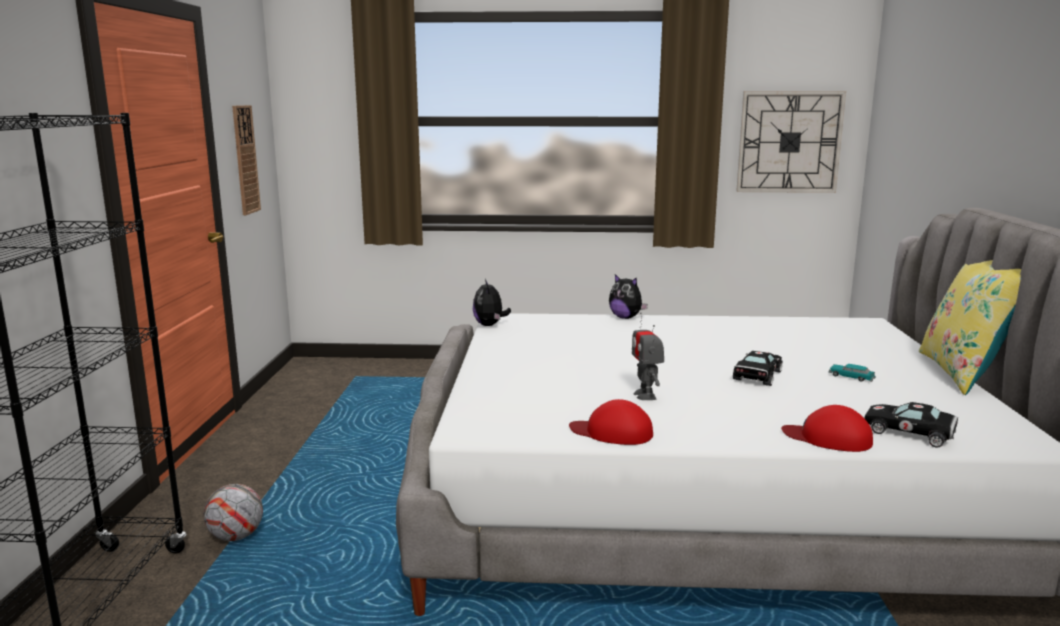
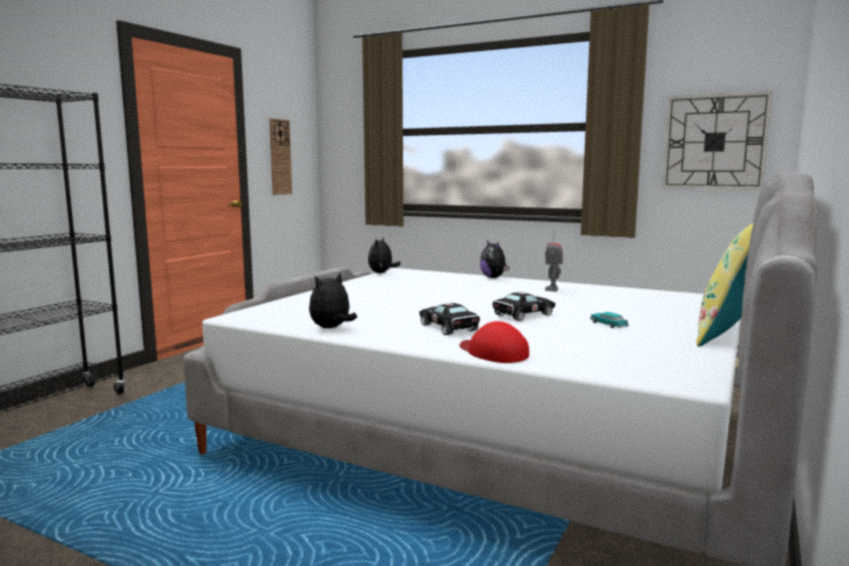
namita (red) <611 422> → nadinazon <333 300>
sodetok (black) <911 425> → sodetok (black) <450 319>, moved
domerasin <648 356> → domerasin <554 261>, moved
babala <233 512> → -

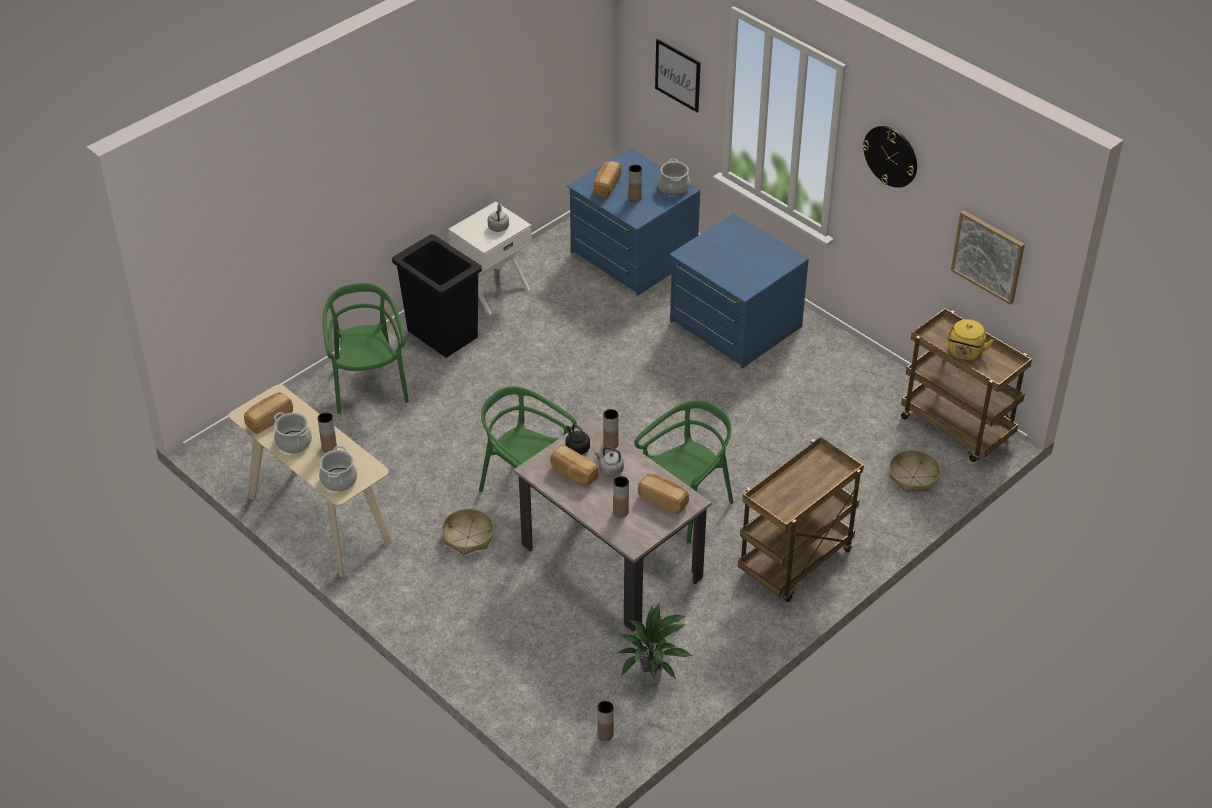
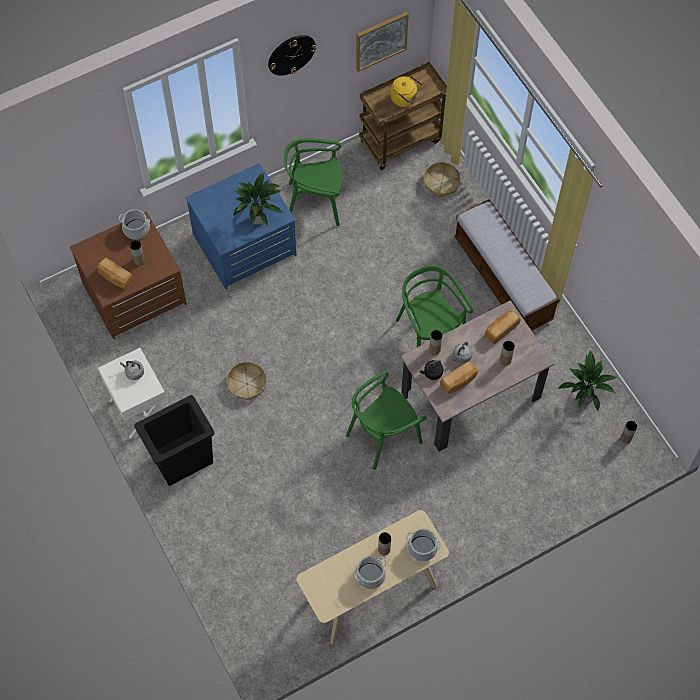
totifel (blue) <634 222> → totifel (brown) <128 276>
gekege <467 531> → gekege <247 381>, moved
- → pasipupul <257 199>
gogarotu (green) <366 348> → gogarotu (green) <313 182>, moved
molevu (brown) <801 519> → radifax <507 265>
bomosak <268 413> → -
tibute <678 75> → -

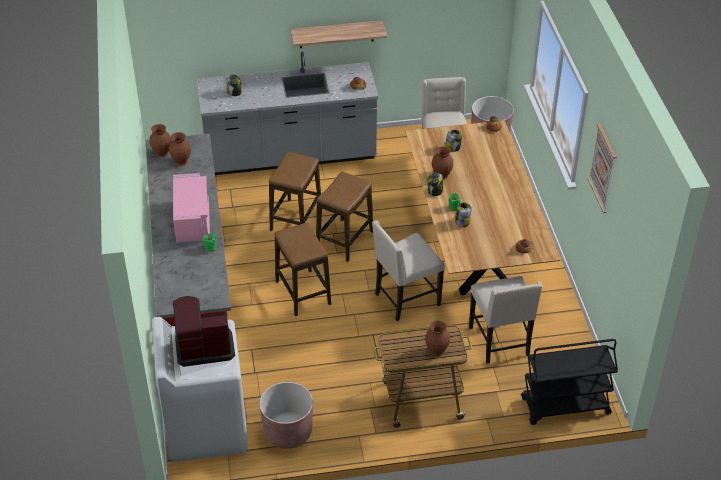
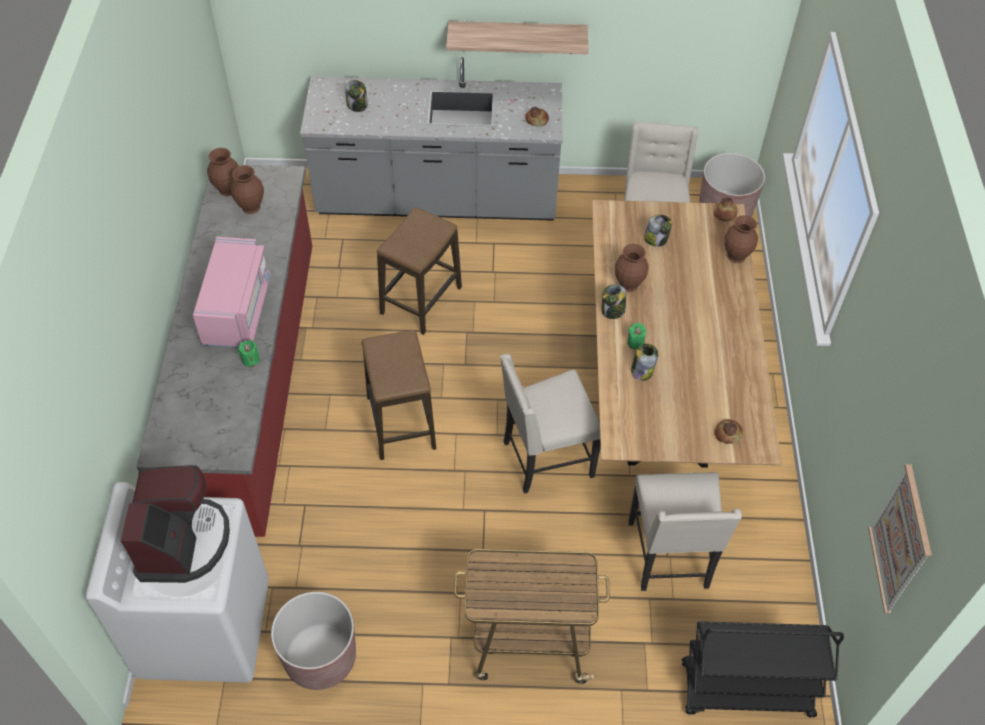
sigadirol <204 331> → sigadirol <175 524>, 90 degrees clockwise
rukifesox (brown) <437 338> → rukifesox (brown) <741 239>, moved
tibute <602 168> → tibute <900 539>, moved
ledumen <344 216> → -

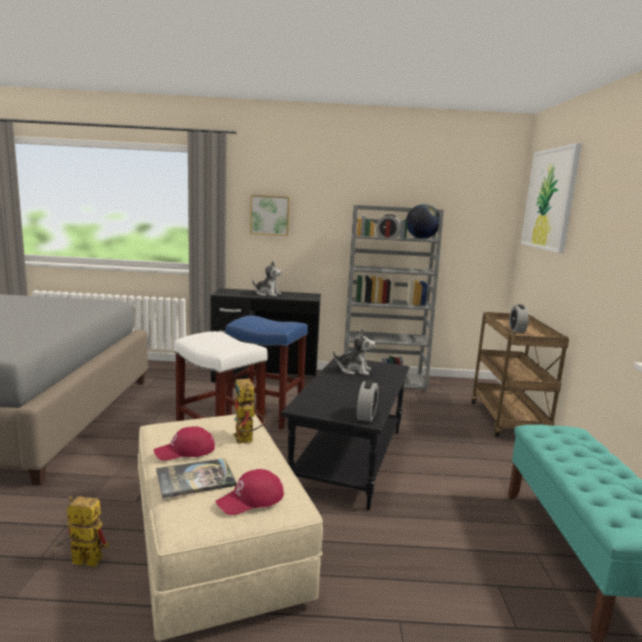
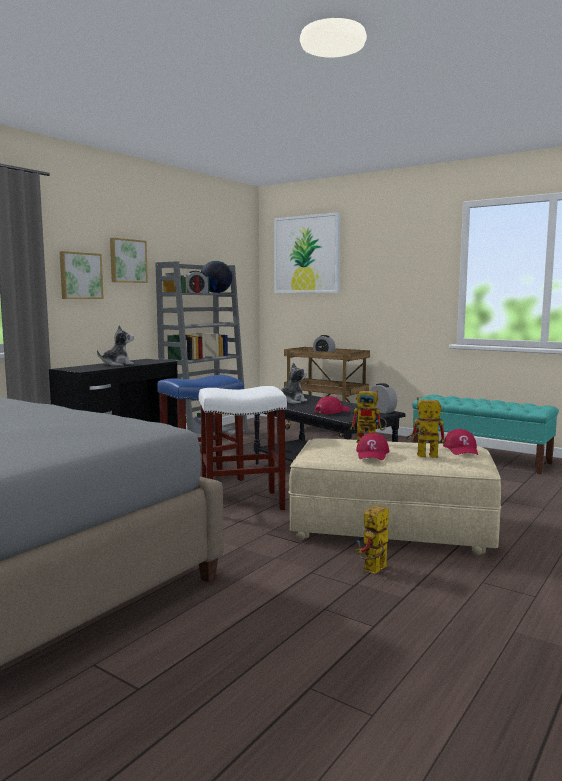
- → tibute <129 260>
- → namita (red) <332 405>
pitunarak <196 478> → domerasin <426 427>

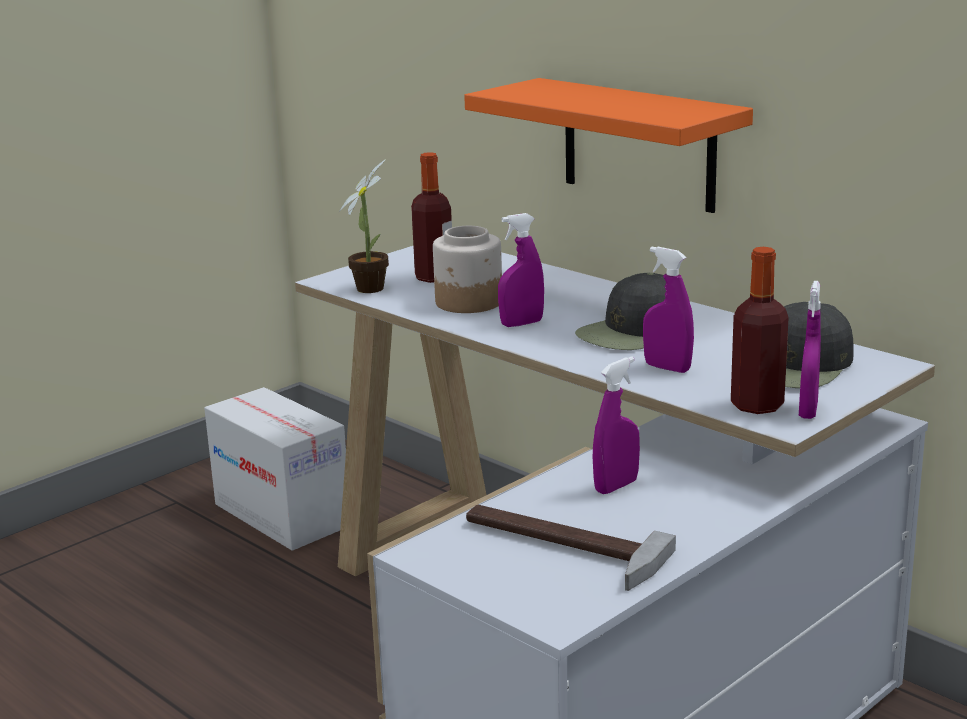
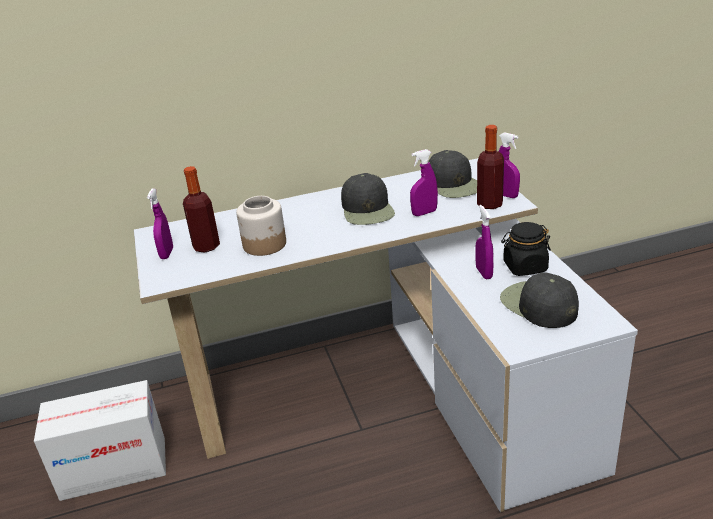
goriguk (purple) <521 270> → goriguk (purple) <160 223>, moved
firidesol <571 548> → namita (black) <539 300>
- → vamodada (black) <526 249>
pasipupul <364 226> → -
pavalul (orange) <608 145> → -

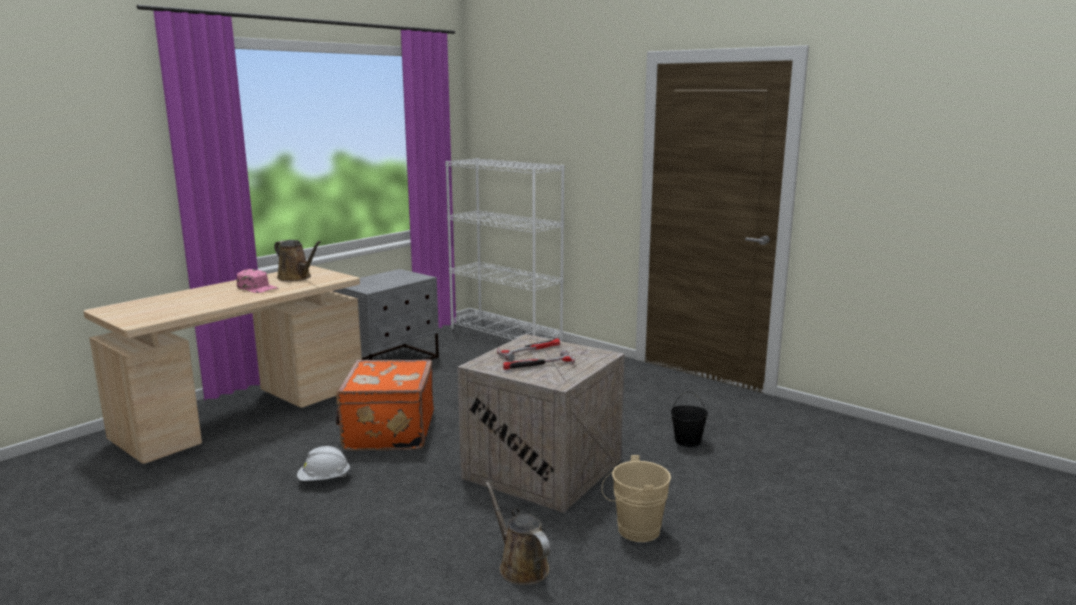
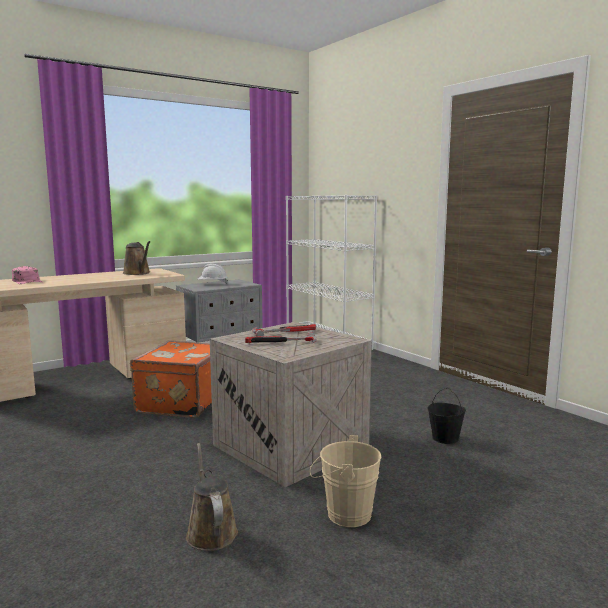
namita (pink) <257 281> → namita (pink) <27 275>, moved
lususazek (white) <324 463> → lususazek (white) <213 274>, moved

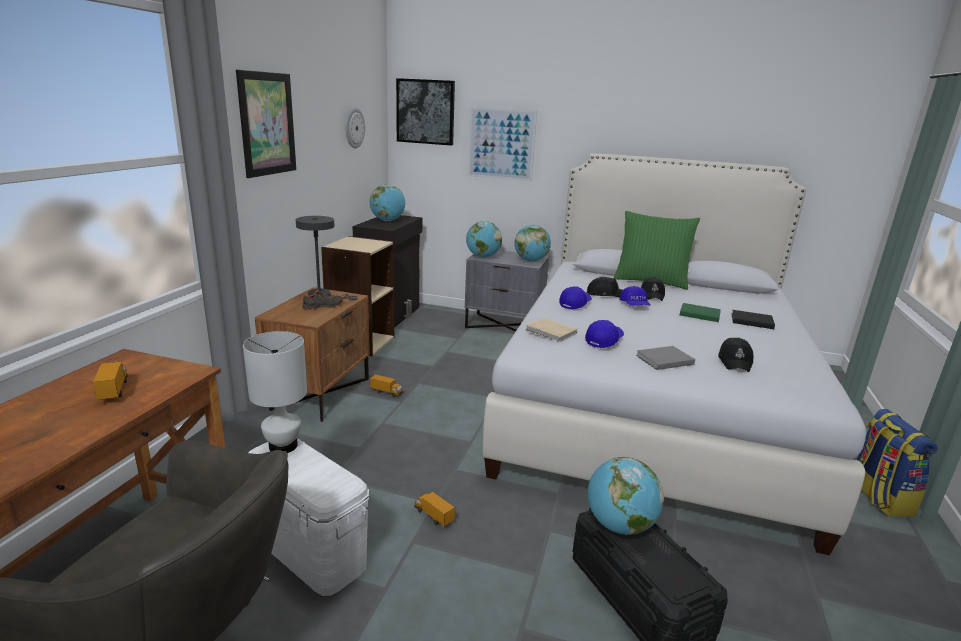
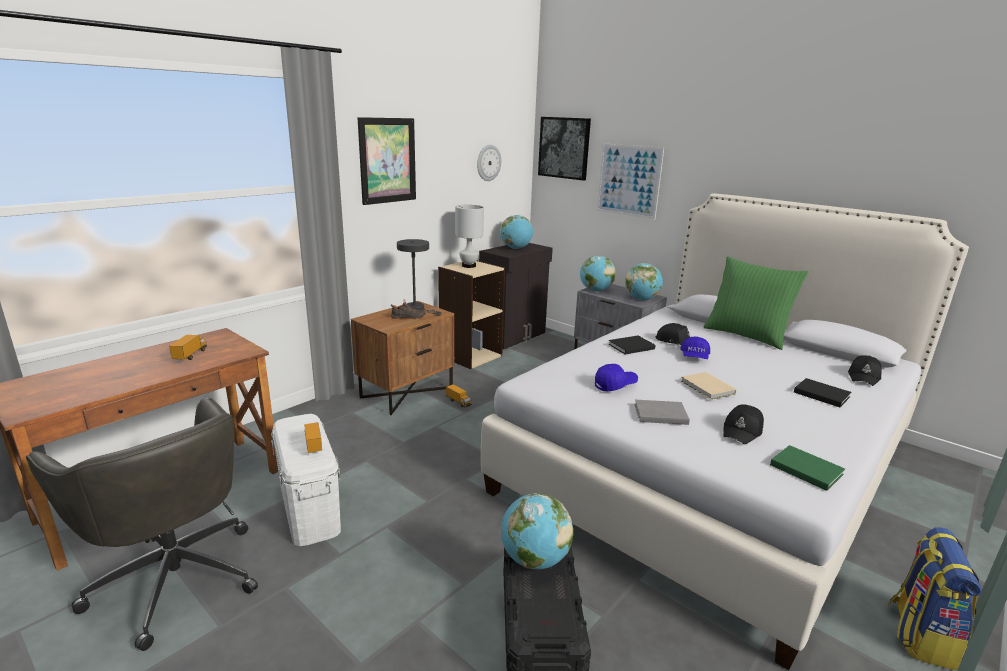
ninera <434 509> → ninera <313 437>, moved
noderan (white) <275 392> → noderan (white) <469 236>, moved
namita (blue) <575 298> → pitunarak (black) <631 345>
pitunarak (beige) <551 330> → pitunarak (beige) <709 386>, moved
pitunarak (green) <700 312> → pitunarak (green) <807 468>, moved
namita (black) <653 289> → namita (black) <865 370>, moved

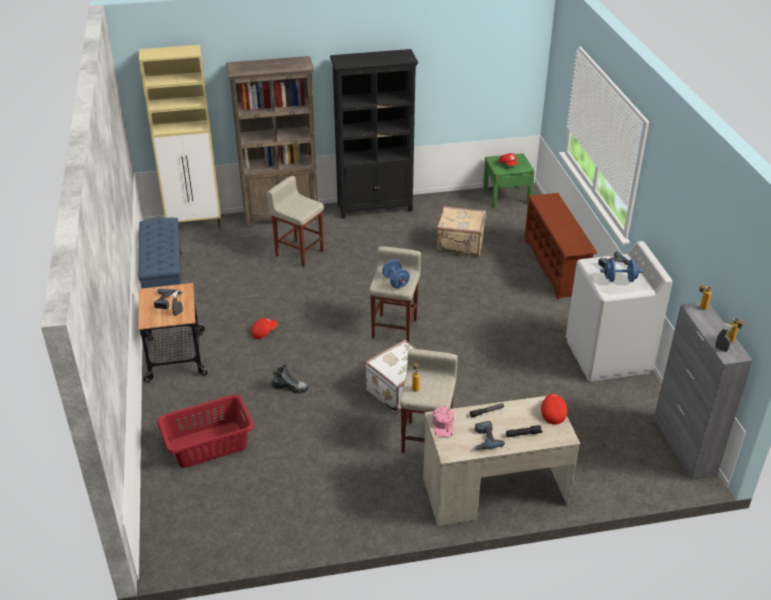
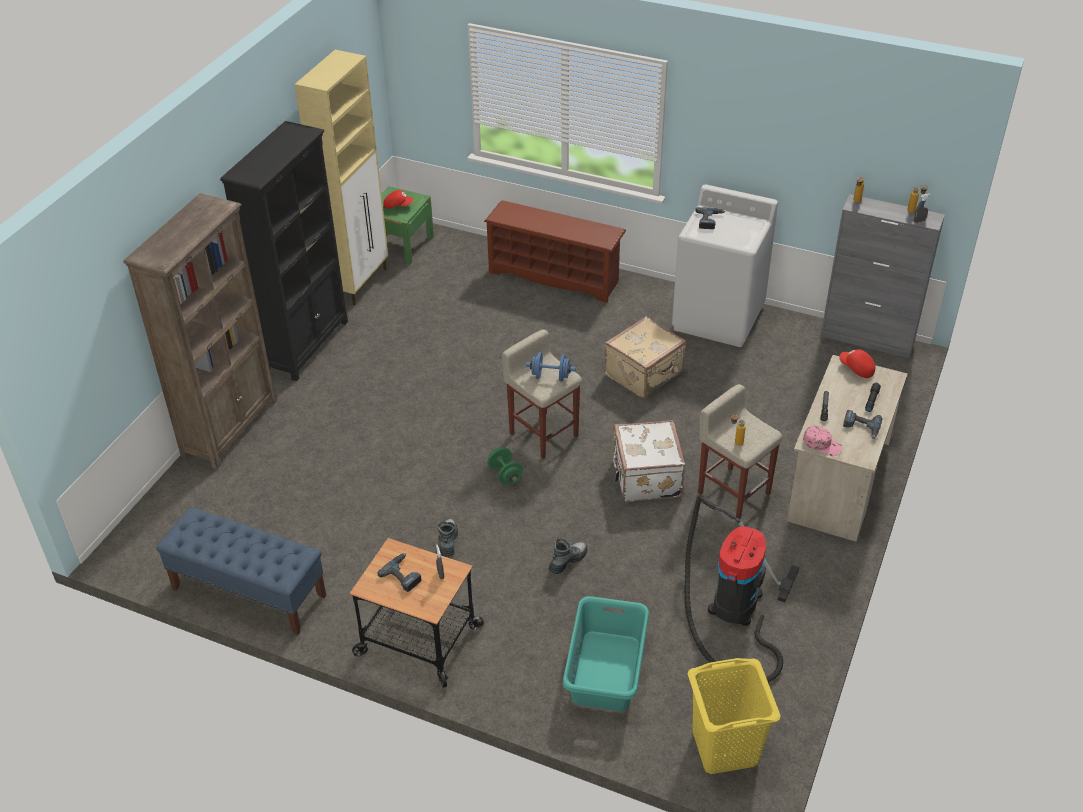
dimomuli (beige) <180 136> → dimomuli (beige) <341 177>, moved
namita (red) <264 328> → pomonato <448 537>
- → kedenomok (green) <505 465>
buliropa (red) <205 431> → buliropa (turquoise) <606 653>
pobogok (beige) <461 231> → pobogok (beige) <645 357>, moved
- → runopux <741 589>
- → buliropa (yellow) <734 716>
ledumen (beige) <295 221> → -
kedenomok (blue) <621 271> → -

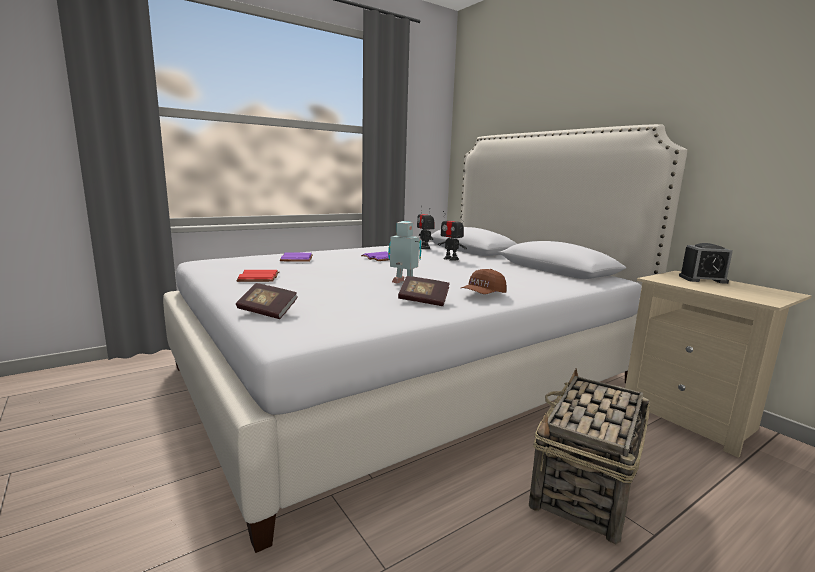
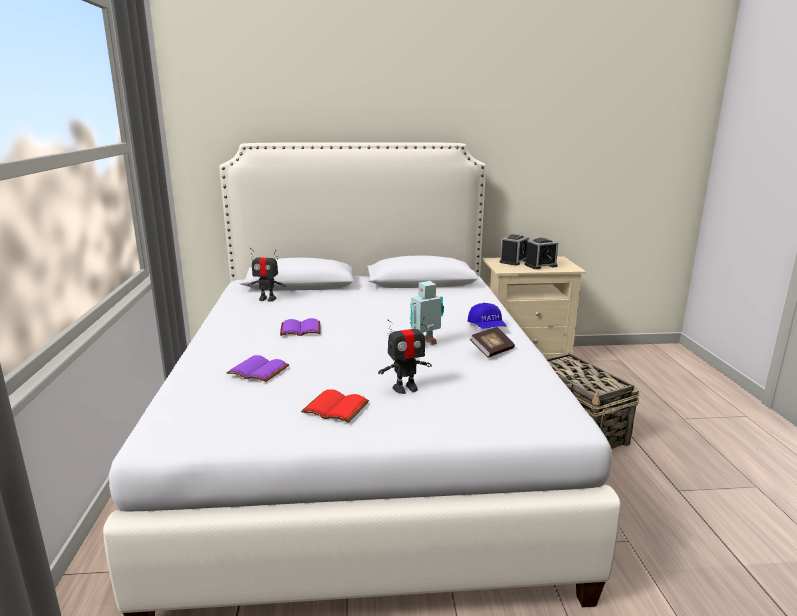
domerasin <452 236> → domerasin <405 355>, moved
namita (brown) <484 281> → namita (blue) <487 316>
- → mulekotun <541 253>
pitunarak <267 301> → -

